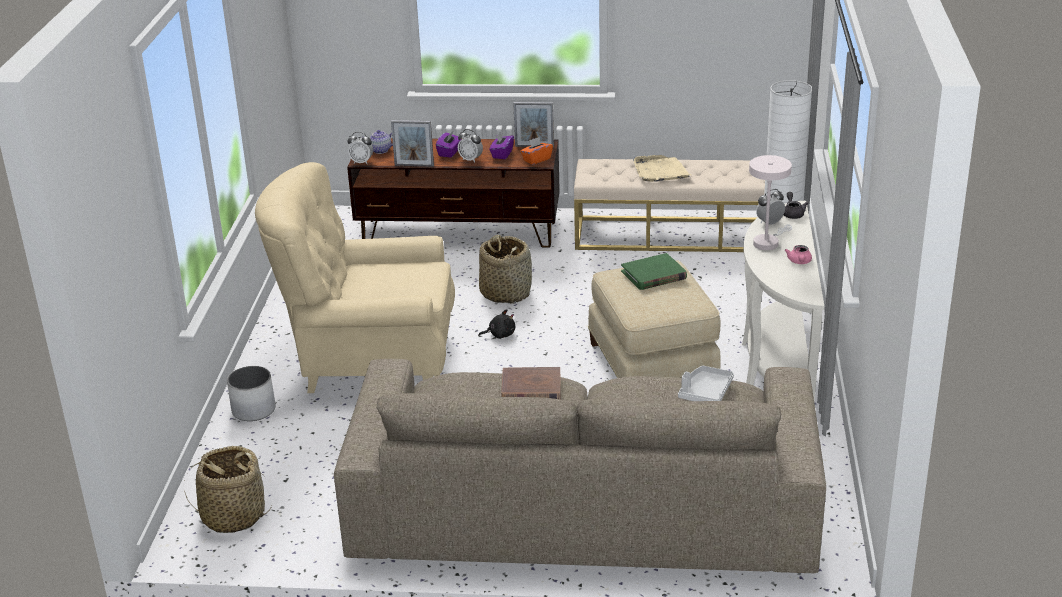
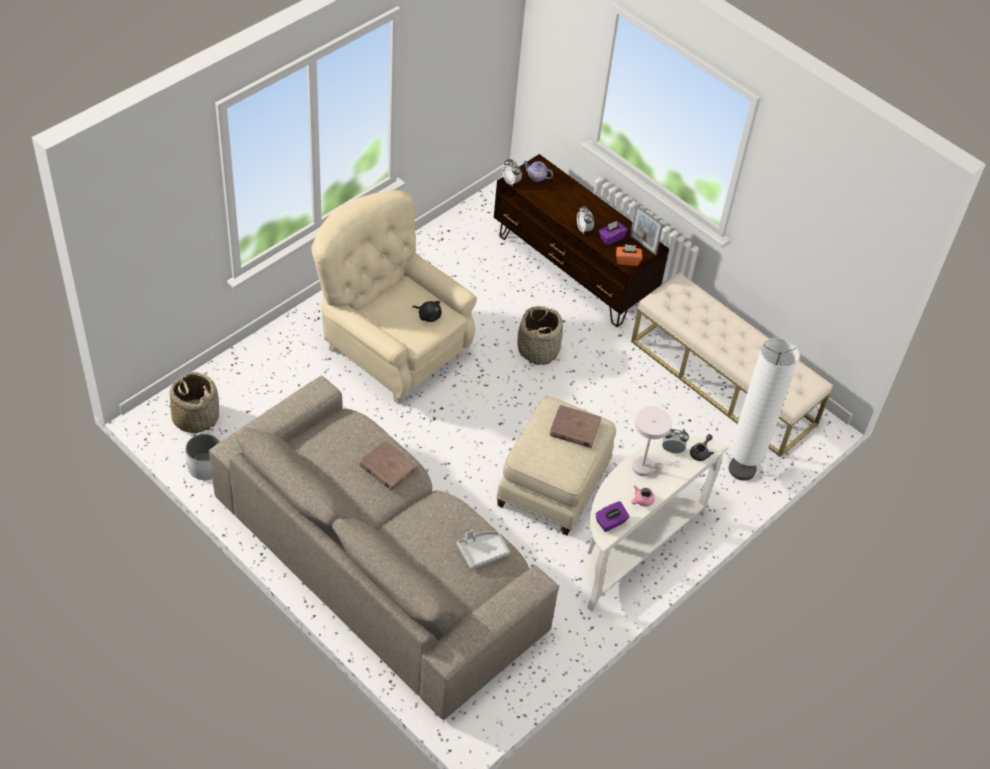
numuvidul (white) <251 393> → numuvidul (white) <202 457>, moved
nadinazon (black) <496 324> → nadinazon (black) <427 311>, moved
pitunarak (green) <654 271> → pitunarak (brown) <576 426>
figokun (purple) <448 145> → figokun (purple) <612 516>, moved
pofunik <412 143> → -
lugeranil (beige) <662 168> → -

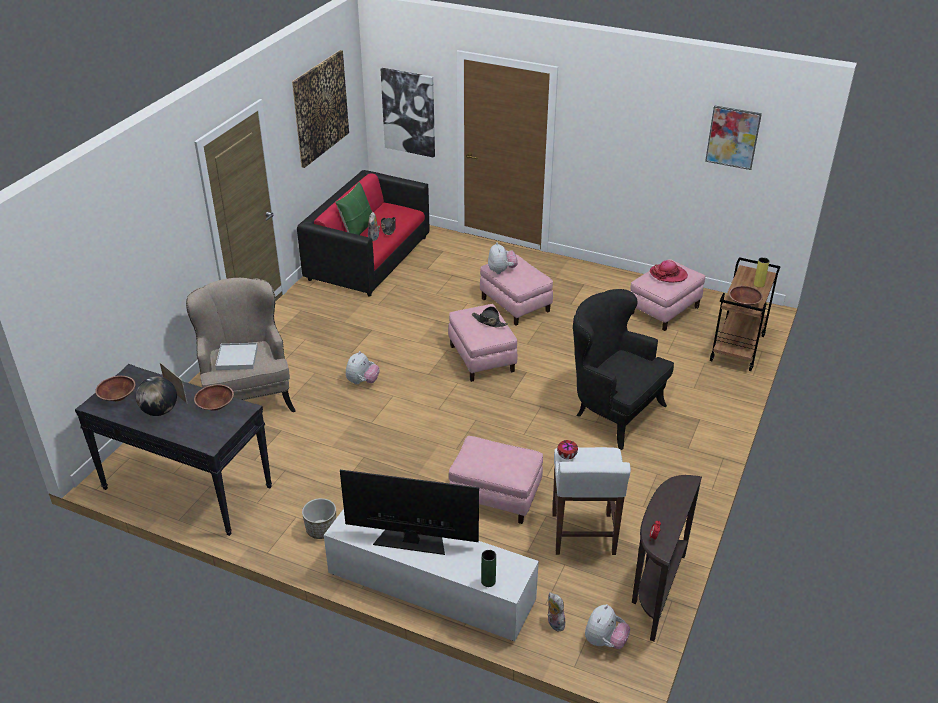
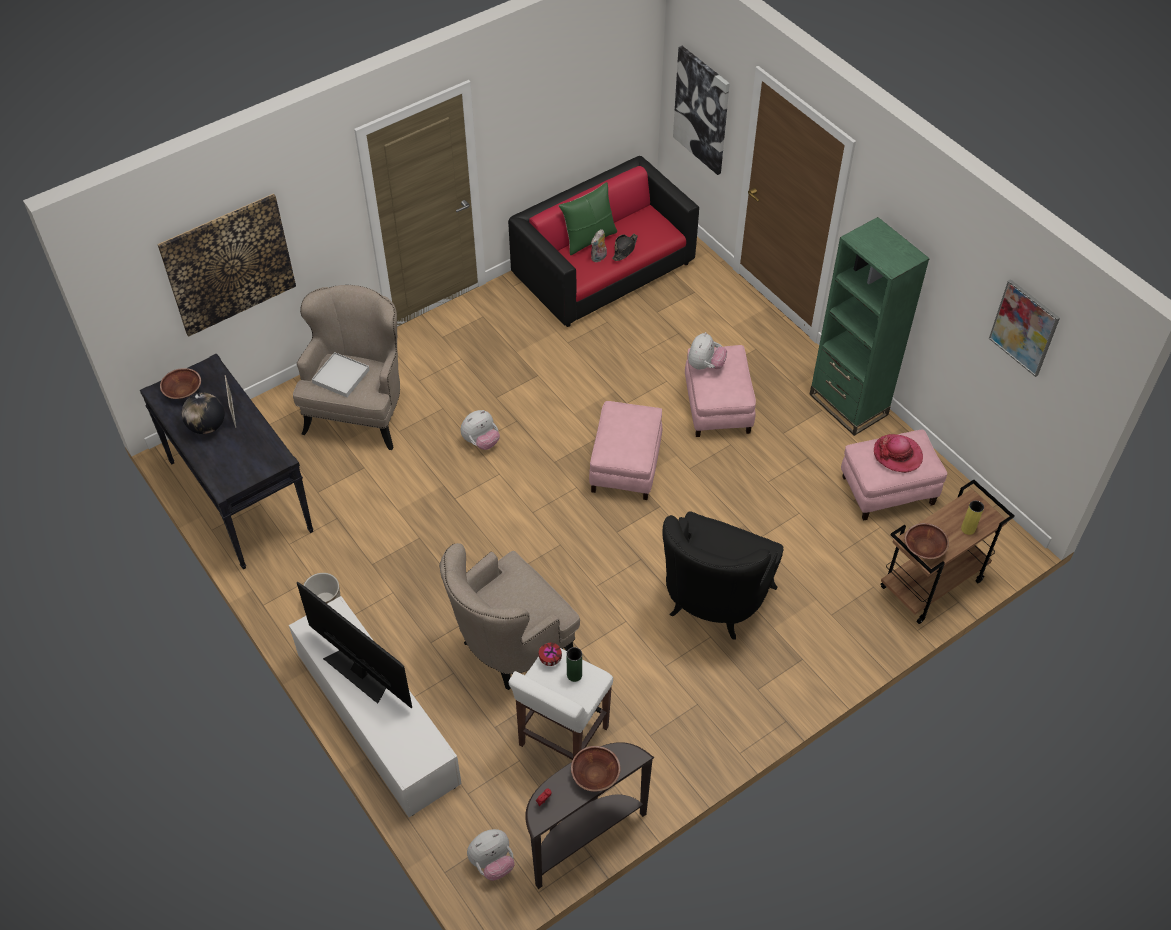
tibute <320 109> → tibute <226 265>, moved
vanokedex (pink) <496 480> → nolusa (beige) <509 616>
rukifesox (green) <488 568> → rukifesox (green) <574 664>, moved
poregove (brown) <214 397> → poregove (brown) <596 769>, moved
nolusa (black) <623 369> → nolusa (black) <722 575>, 135 degrees counterclockwise
- → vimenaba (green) <869 326>
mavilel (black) <490 316> → -
nadinazon <556 611> → -

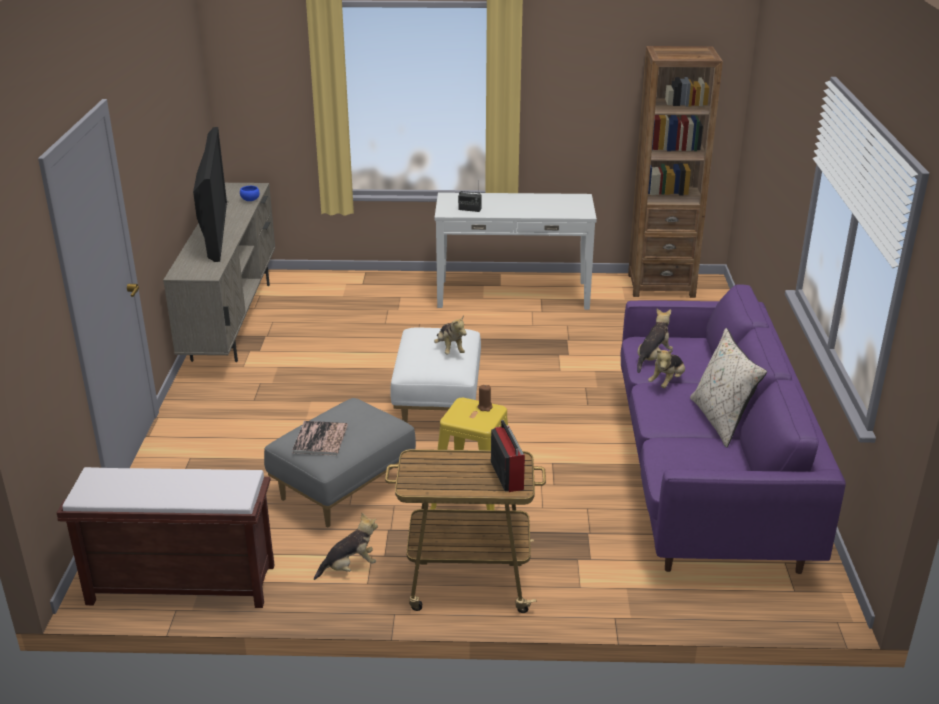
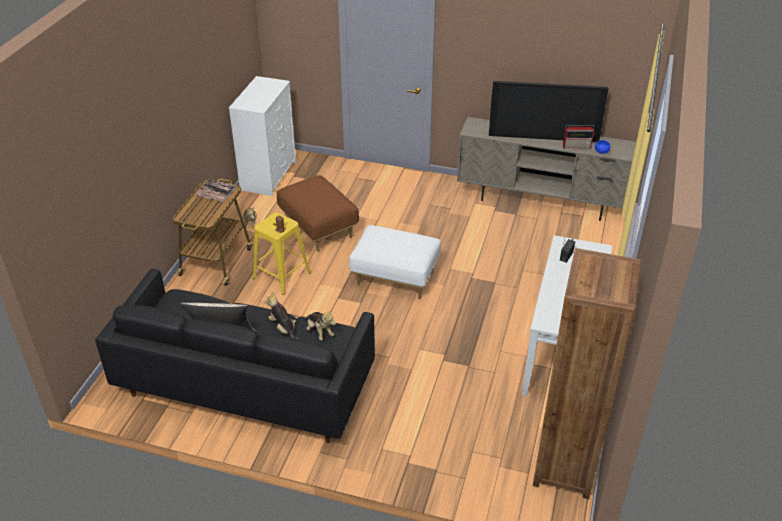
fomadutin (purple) <733 429> → fomadutin (black) <235 356>
pitunarak <320 438> → pitunarak <215 190>, moved
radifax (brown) <165 537> → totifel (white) <262 136>
vanokedex (grey) <340 462> → vanokedex (brown) <318 213>
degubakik <508 456> → degubakik <578 137>, moved
nadinazon <450 335> → -

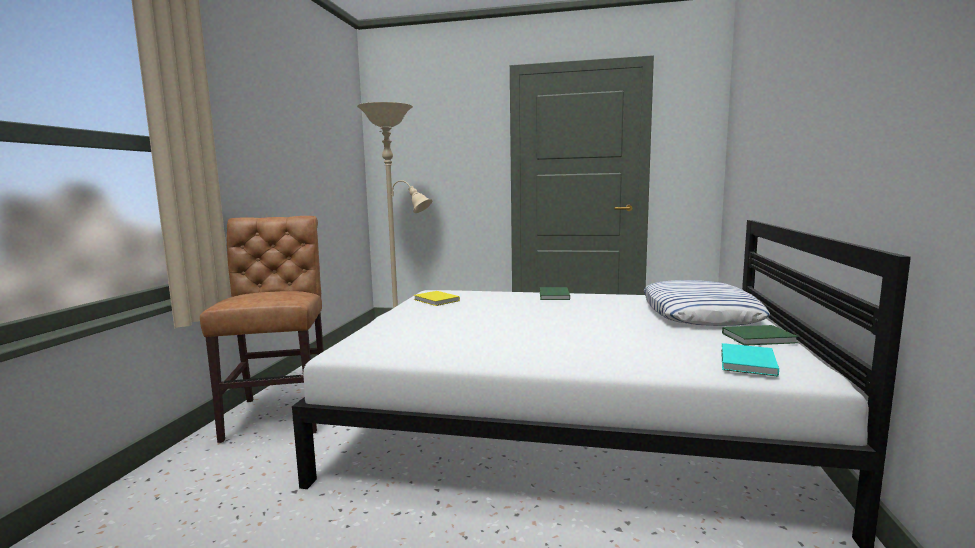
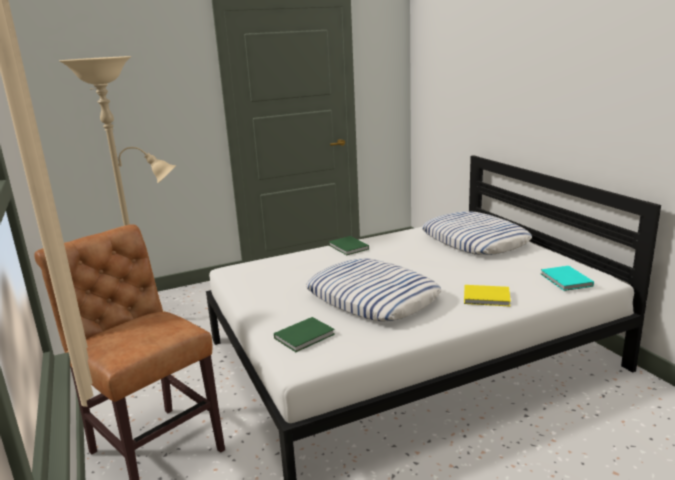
pitunarak (green) <760 335> → pitunarak (green) <304 334>, moved
- → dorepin <373 289>
pitunarak (yellow) <437 298> → pitunarak (yellow) <487 295>, moved

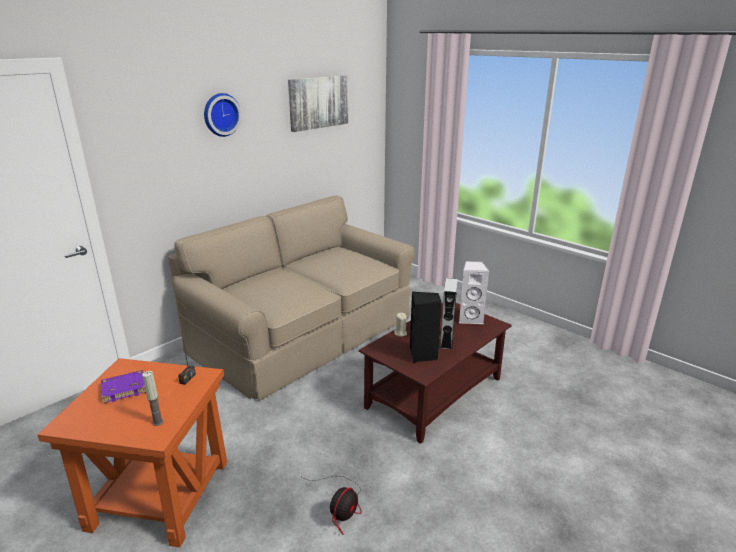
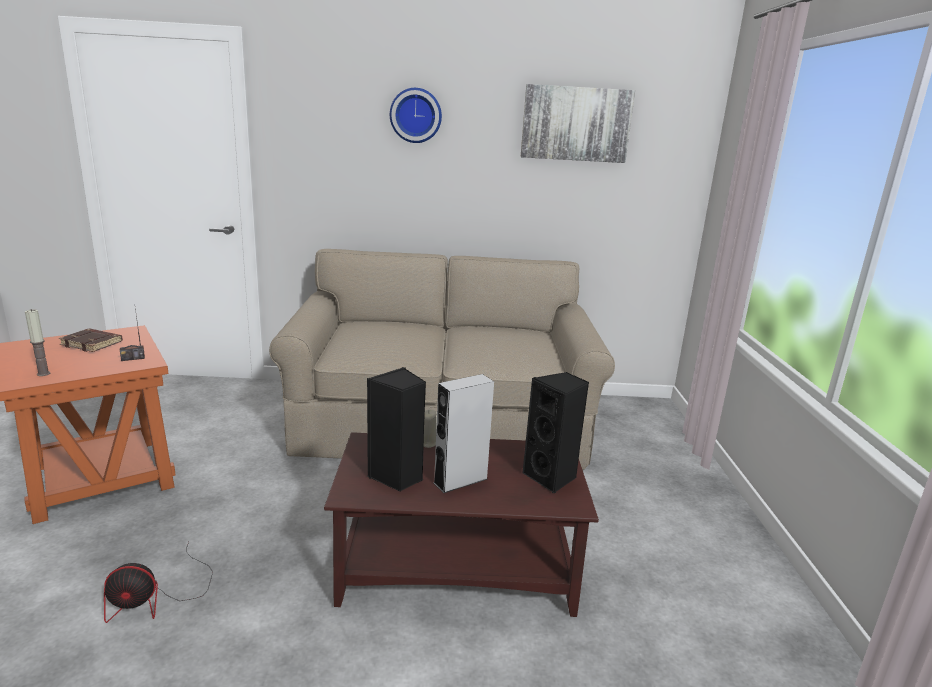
pitunarak (purple) <123 386> → pitunarak (brown) <91 340>
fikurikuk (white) <474 292> → fikurikuk (black) <555 433>

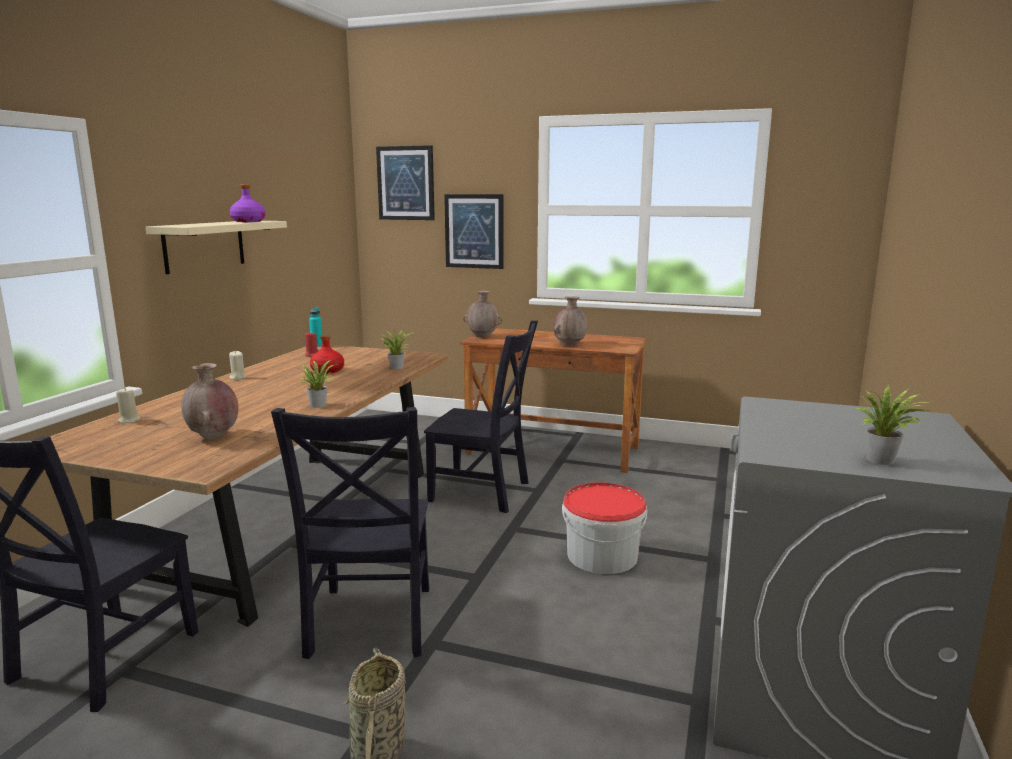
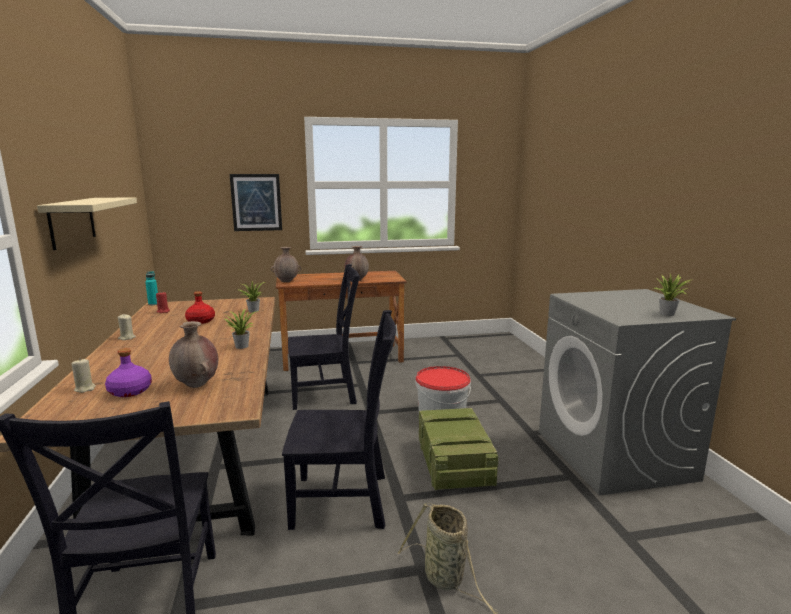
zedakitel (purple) <247 203> → zedakitel (purple) <128 372>, moved
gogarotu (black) <350 533> → gogarotu (black) <339 420>, 60 degrees counterclockwise
- → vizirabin <458 449>
tibute <405 182> → -

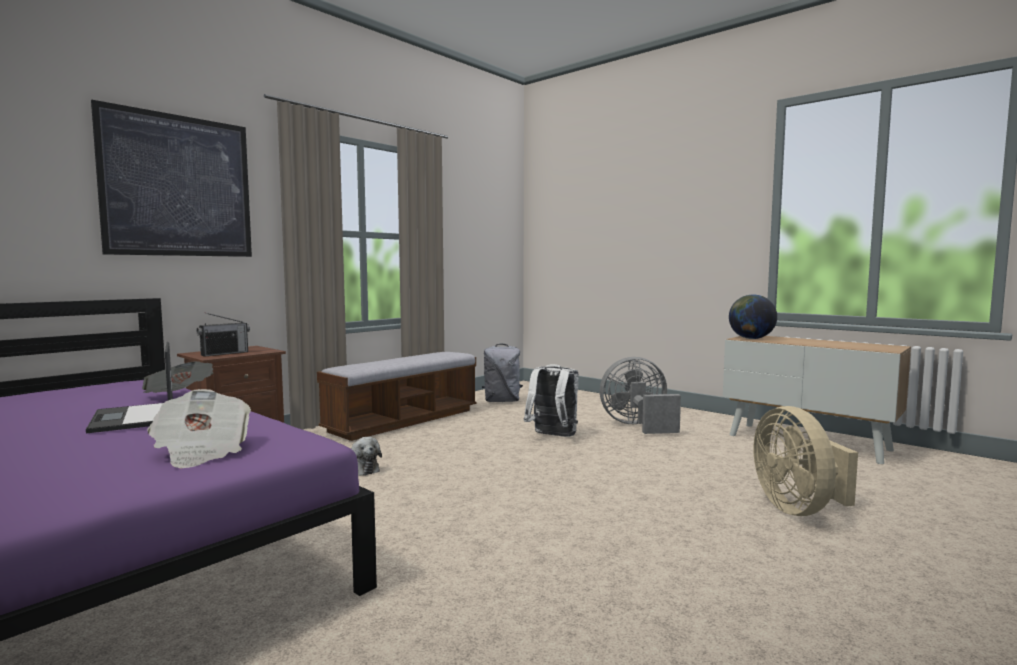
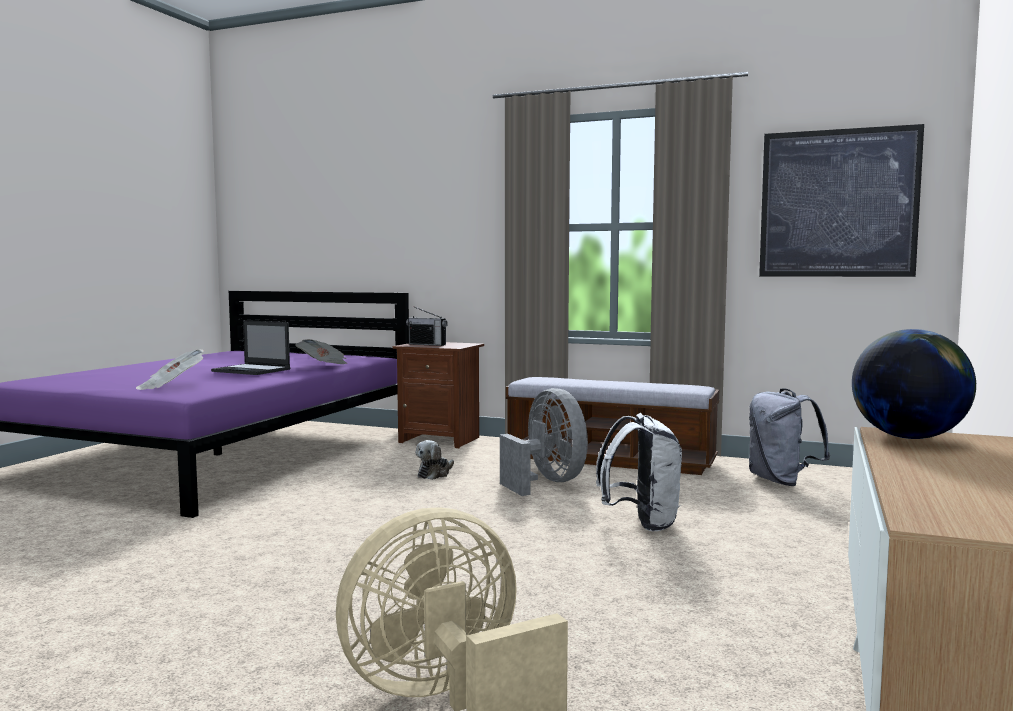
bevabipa <129 387> → bevabipa <251 347>, 105 degrees counterclockwise
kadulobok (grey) <640 395> → kadulobok (grey) <544 442>, moved
tibute <171 178> → tibute <841 200>, moved

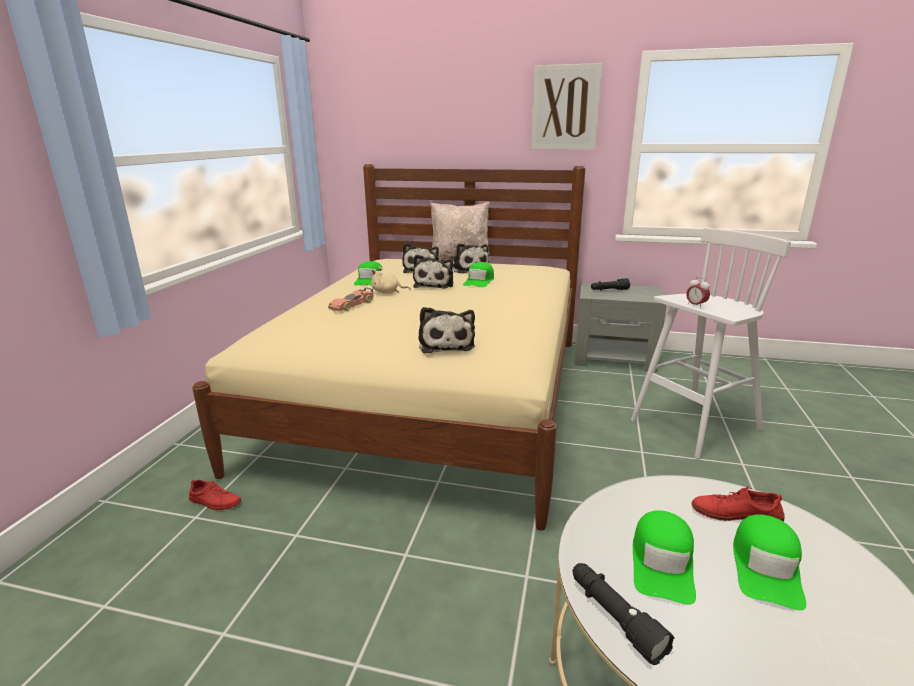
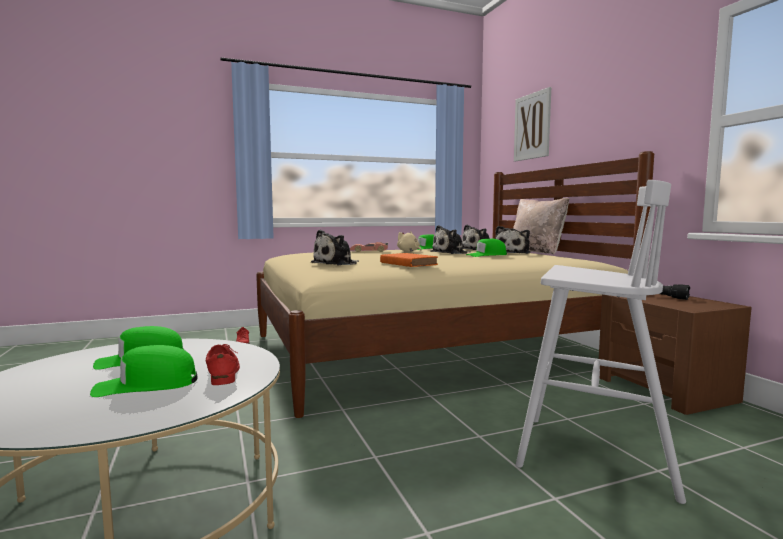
- → pitunarak (orange) <409 260>
tibute <566 106> → tibute <532 124>, moved
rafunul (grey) <620 327> → rafunul (brown) <675 354>
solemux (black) <624 614> → -
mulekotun <698 292> → -

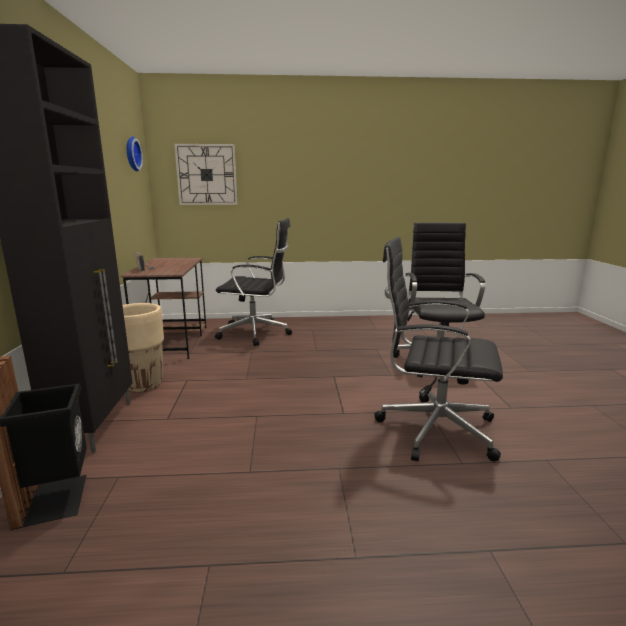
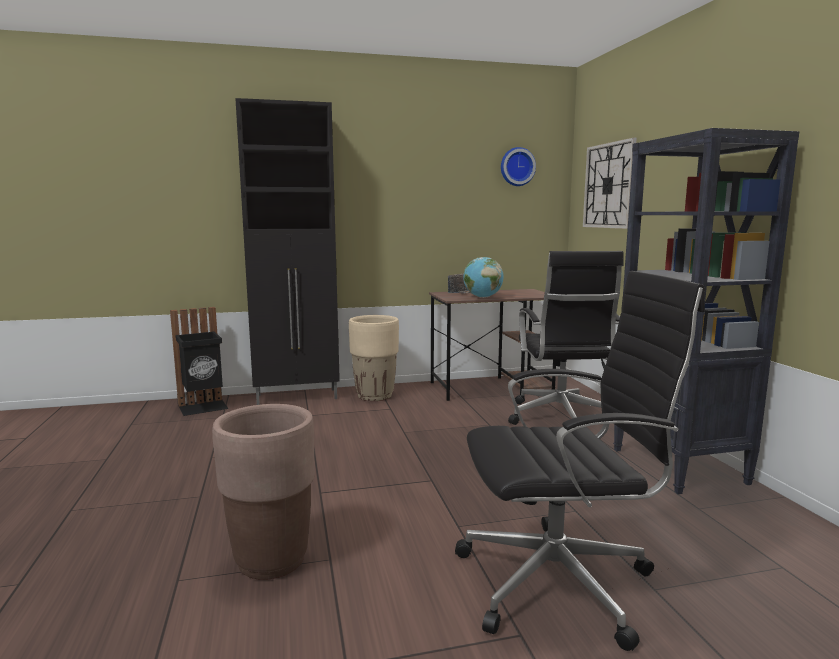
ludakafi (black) <438 349> → numuvidul (brown) <263 492>
- → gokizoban <483 277>
- → vimenaba (black) <706 311>

